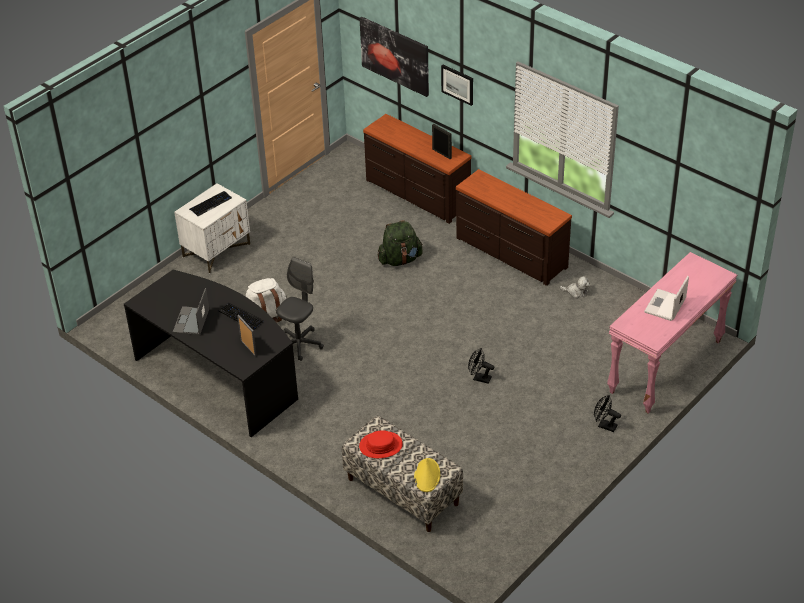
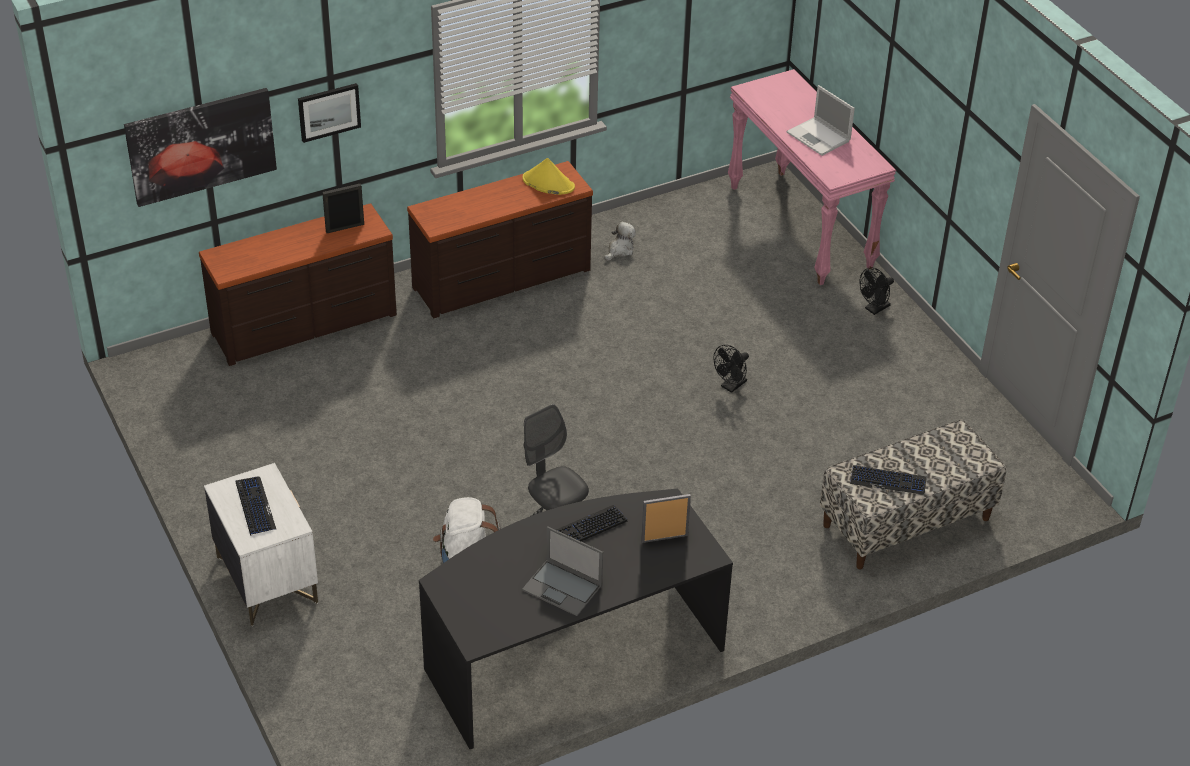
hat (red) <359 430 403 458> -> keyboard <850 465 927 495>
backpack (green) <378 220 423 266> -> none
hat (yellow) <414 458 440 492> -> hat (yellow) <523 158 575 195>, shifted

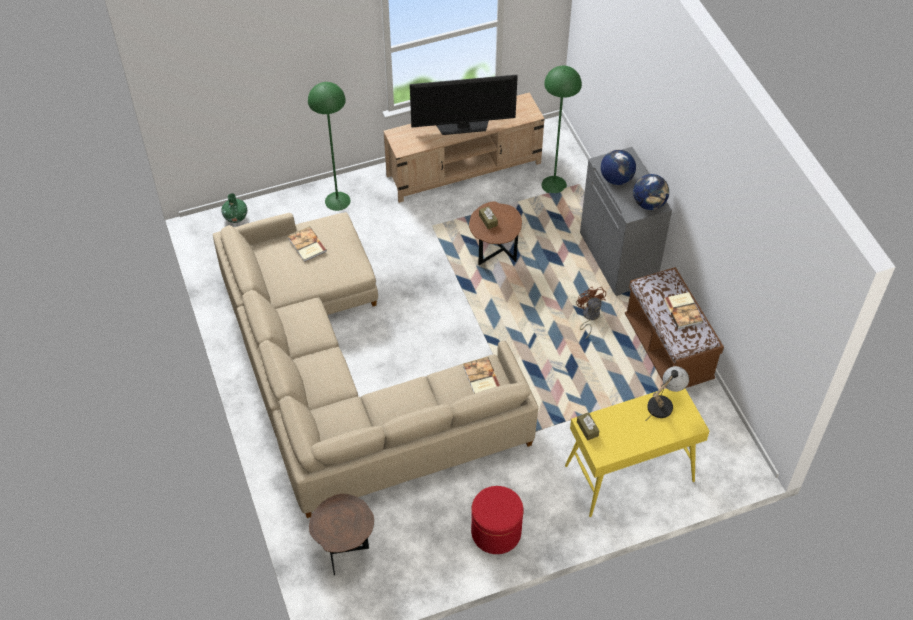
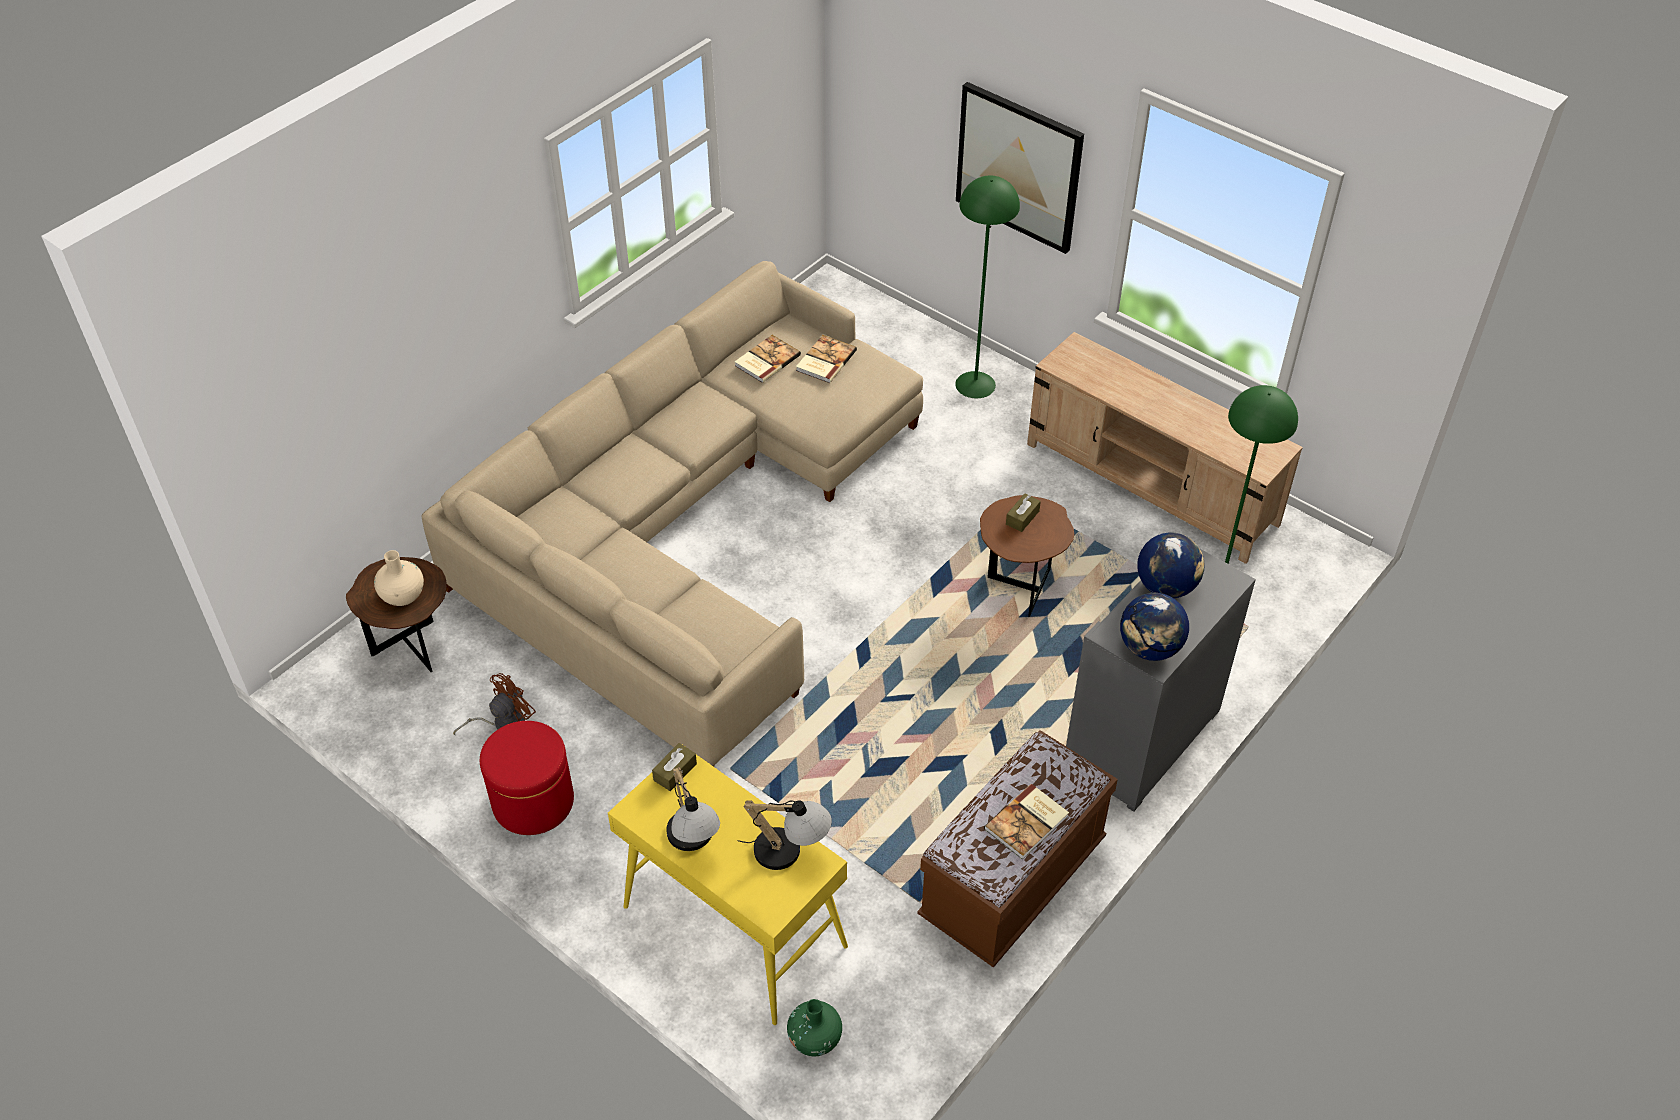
vase (green) <222 193 247 223> -> vase (green) <787 999 842 1056>, shifted
television <410 75 518 135> -> none
book <463 357 500 394> -> book <735 335 801 383>, shifted
fan (brown) <576 286 606 338> -> fan (brown) <453 673 536 735>, shifted
none -> vase (beige) <374 550 424 606>
none -> table lamp <666 767 720 851>
none -> picture <956 82 1084 254>

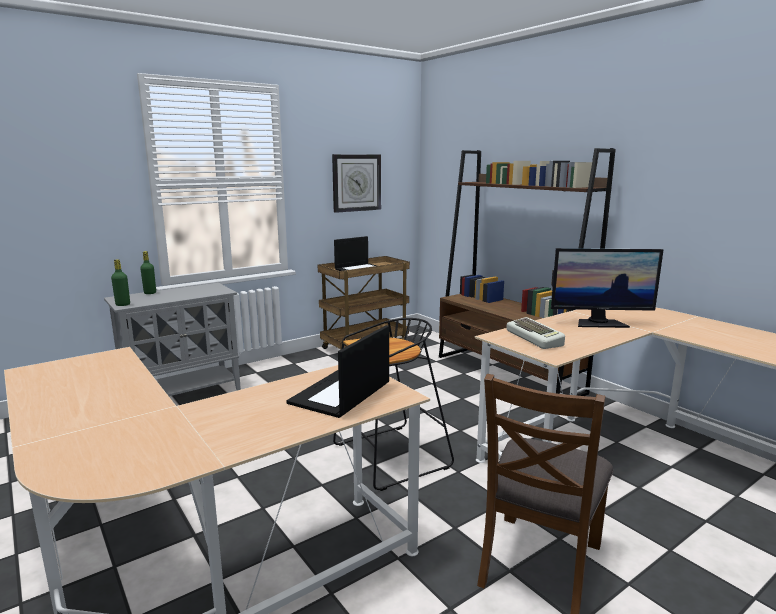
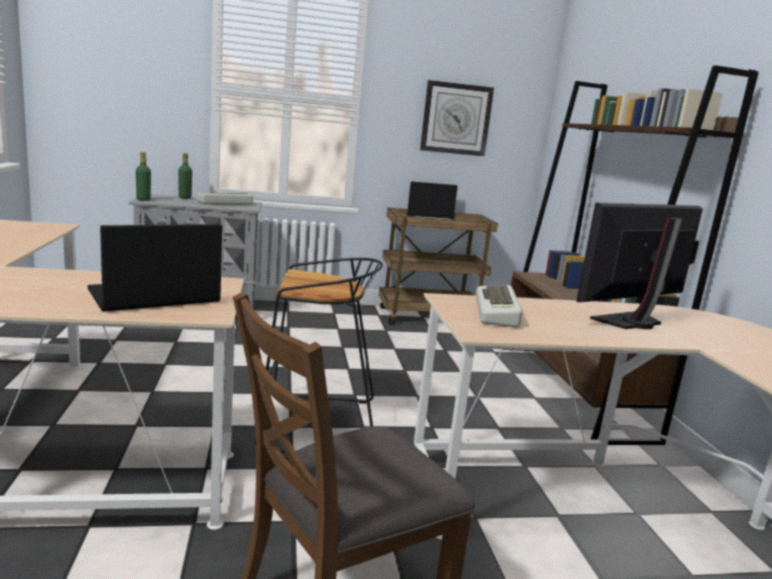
monitor <551 248 664 328> -> monitor <576 203 703 329>, 120 degrees clockwise
none -> keyboard <197 193 253 205>

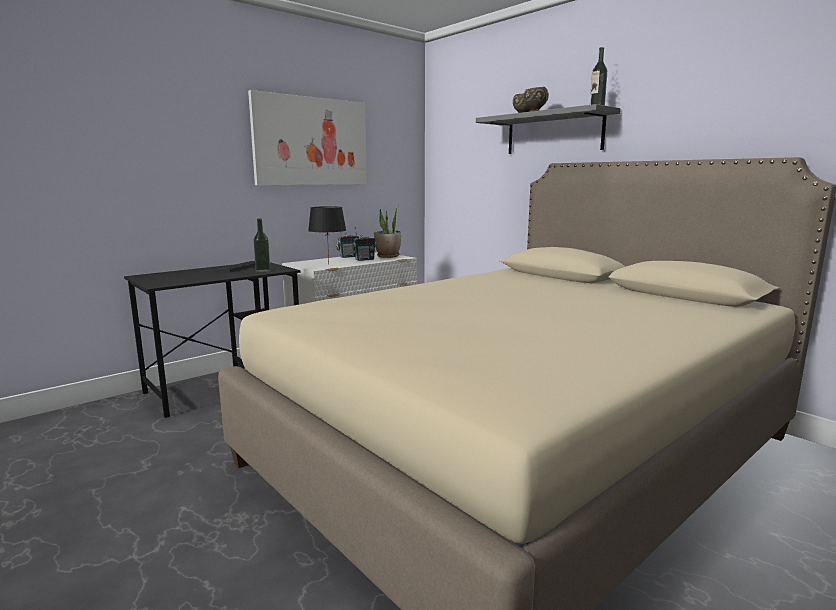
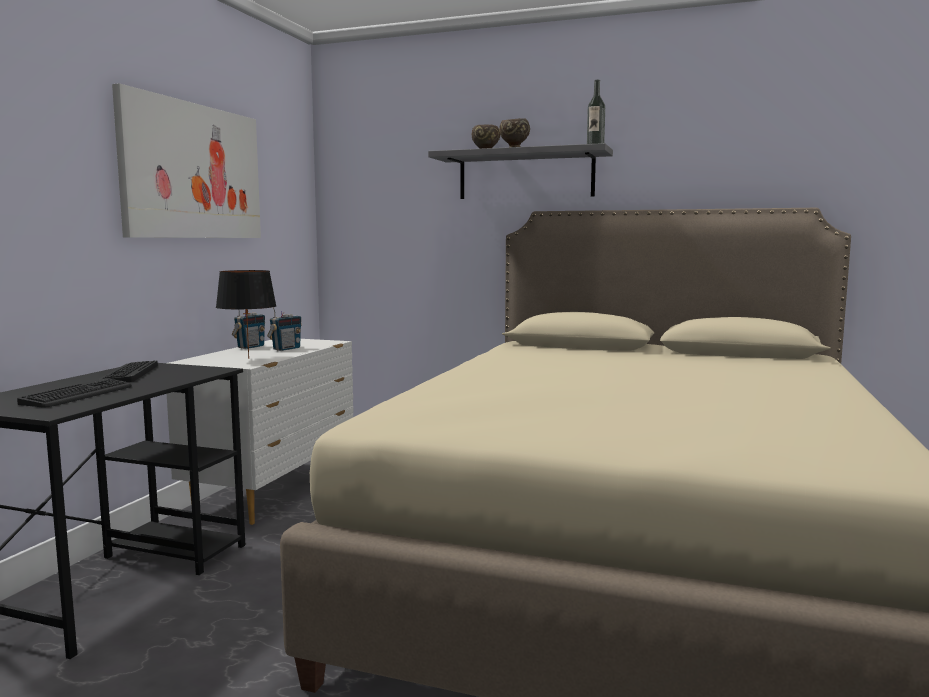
bottle <253 219 270 272> -> none
potted plant <374 207 401 258> -> none
none -> keyboard <17 378 132 407>

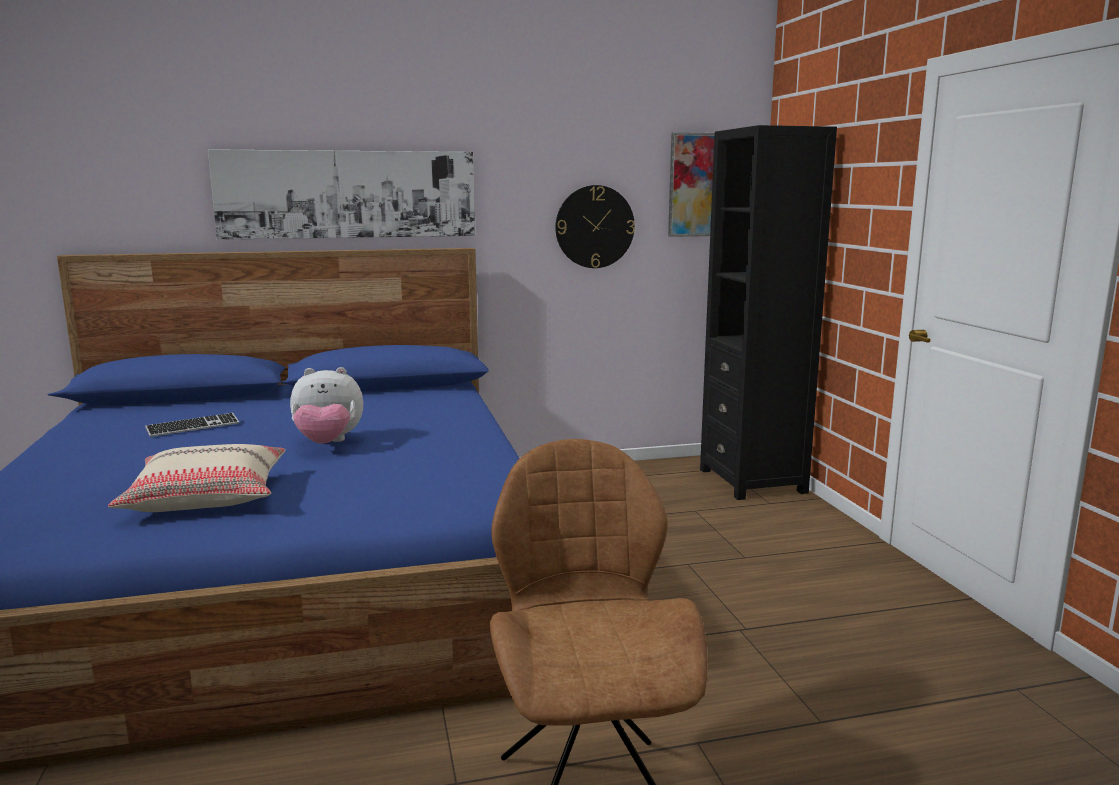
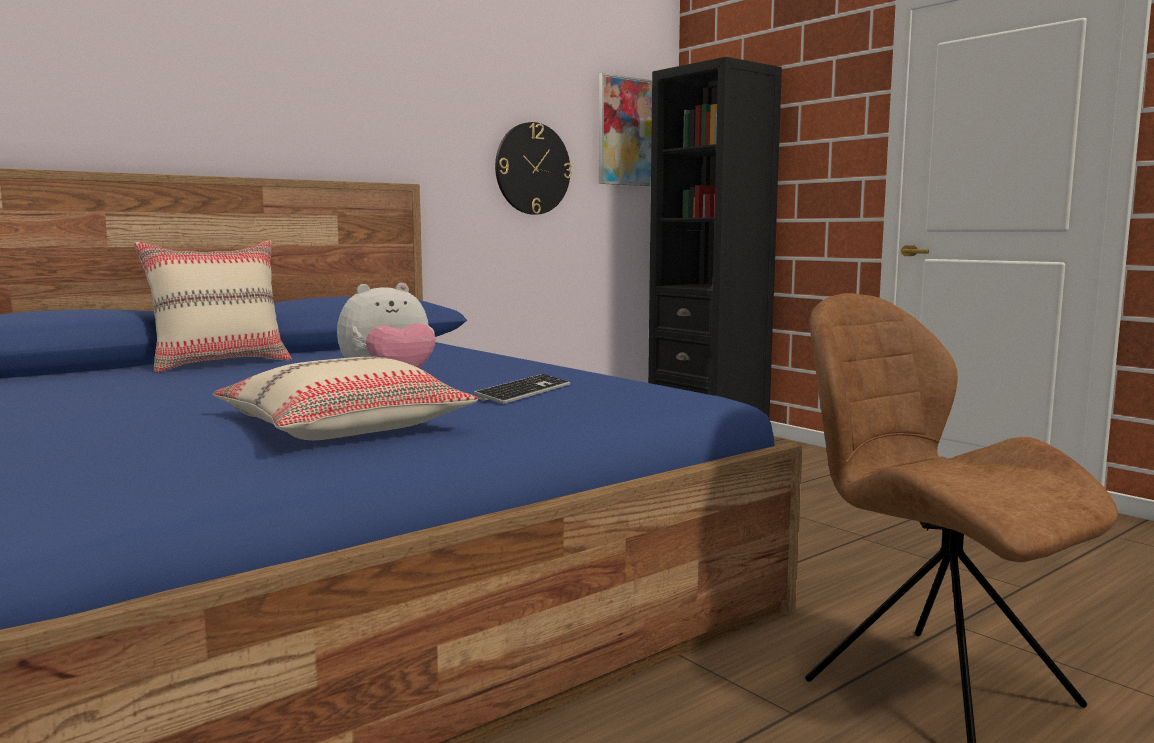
keyboard <145 413 239 437> -> keyboard <474 374 571 404>, shifted
picture <208 149 475 240> -> none
none -> pillow (beige) <134 241 292 373>

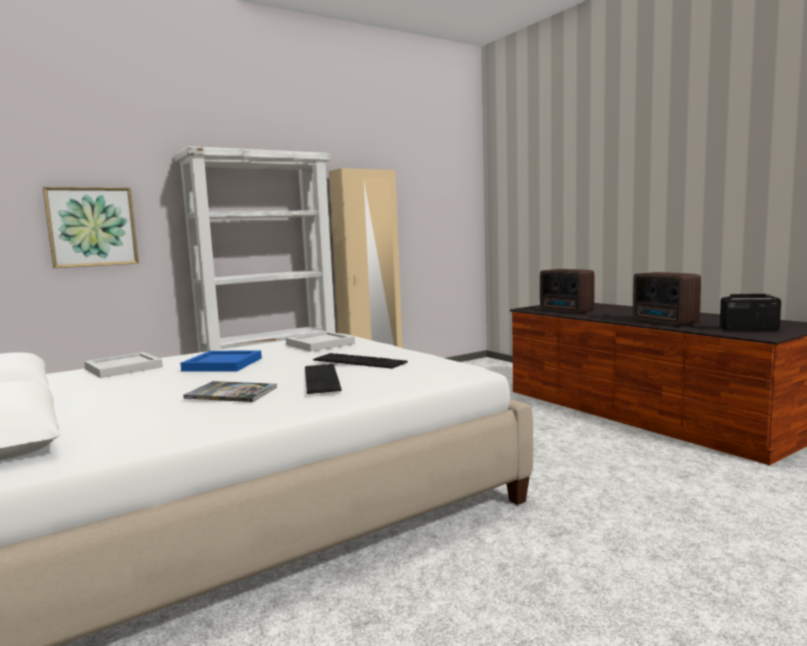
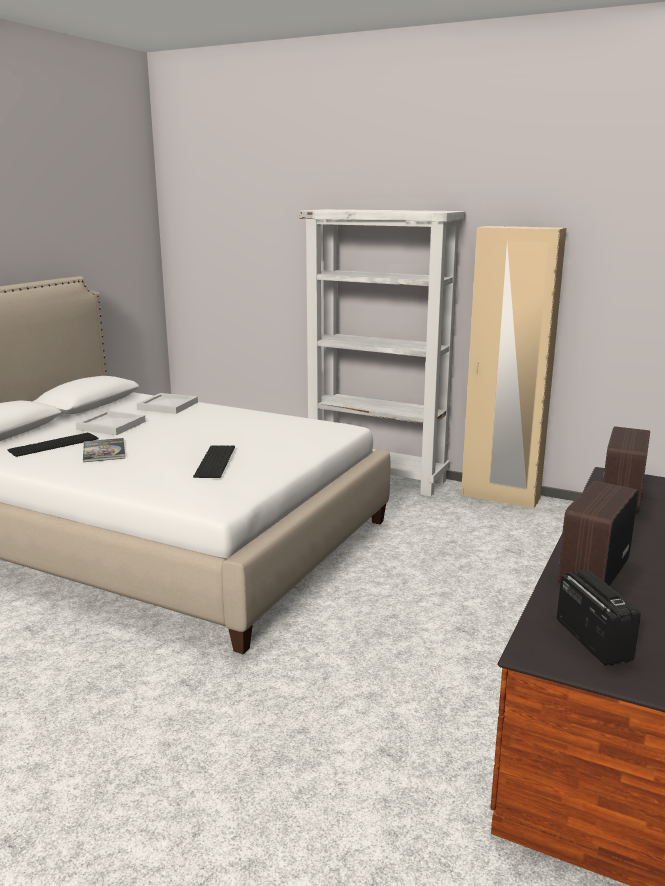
picture <43 187 139 268> -> none
tray (blue) <180 350 262 371> -> none
tray (white) <286 331 355 351> -> tray (white) <76 411 146 435>, shifted
keyboard <305 364 342 394> -> keyboard <7 432 99 457>, shifted

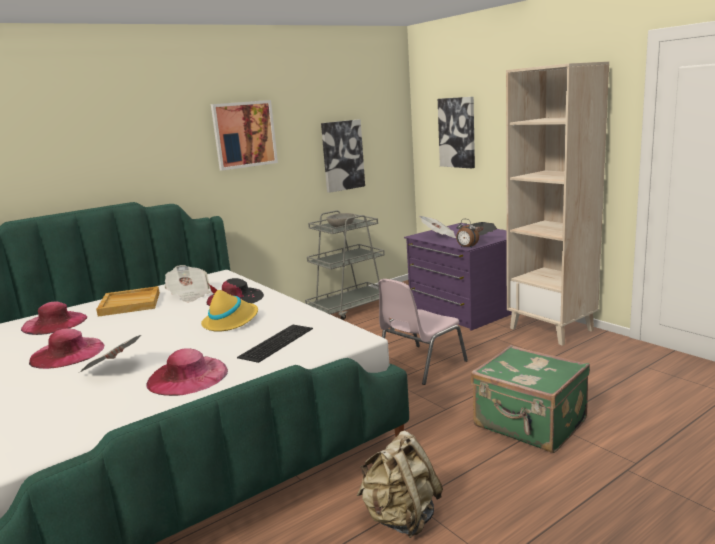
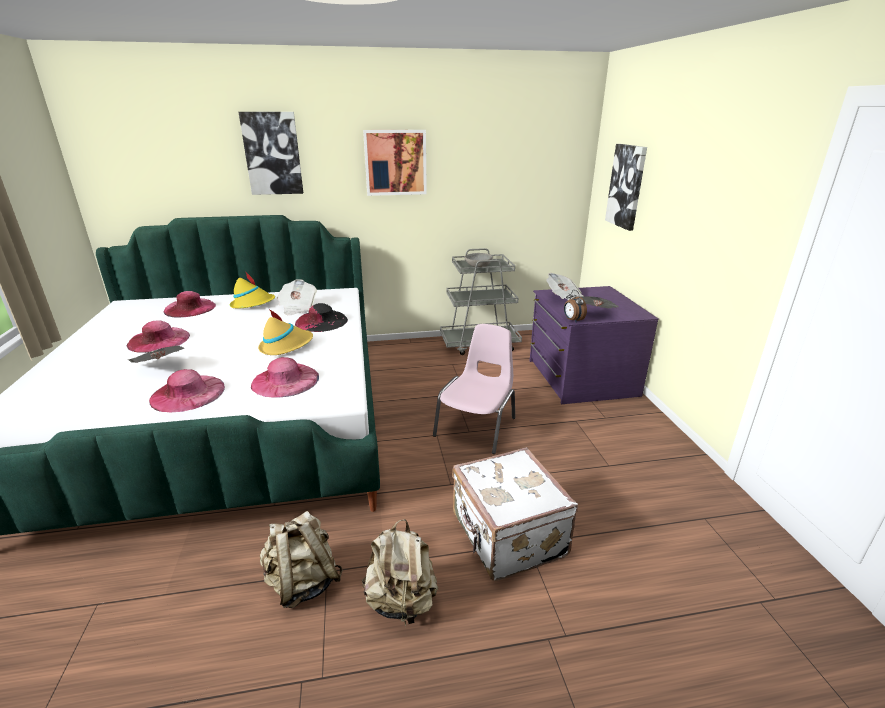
tray (beige) <96 286 160 317> -> hat (yellow) <230 271 275 309>
keyboard <237 325 313 363> -> hat (pink) <251 357 319 398>
picture <321 119 365 193> -> picture <239 112 303 195>, shifted
chair (pink) <378 279 468 385> -> chair (pink) <433 324 515 454>, 135 degrees clockwise
suitcase (green) <471 345 590 453> -> suitcase (white) <452 447 578 581>
bookcase (beige) <506 62 609 346> -> none
none -> backpack (beige) <362 519 438 626>

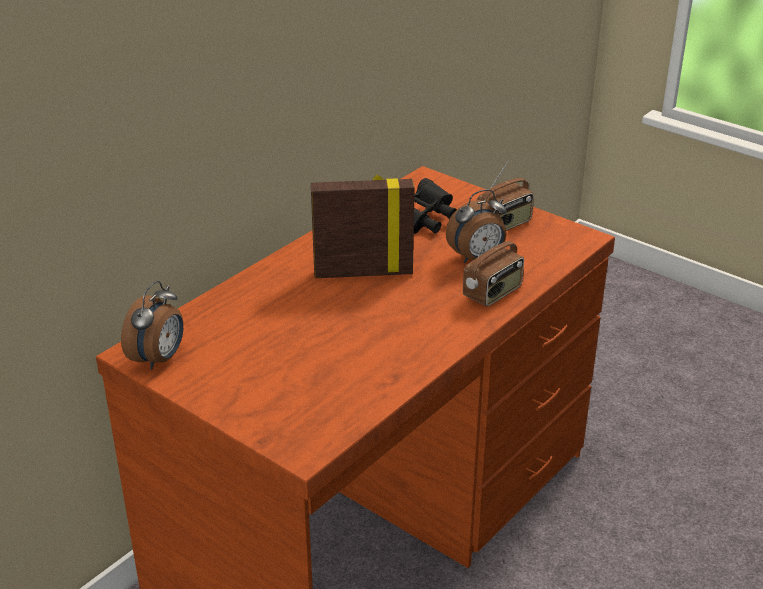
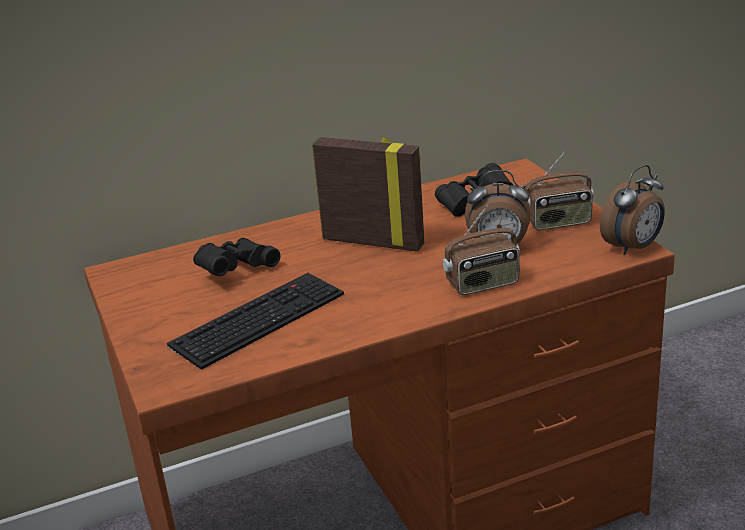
alarm clock <121 281 183 370> -> alarm clock <600 165 665 255>, shifted
none -> keyboard <167 273 344 370>
none -> binoculars (black) <193 238 281 276>

